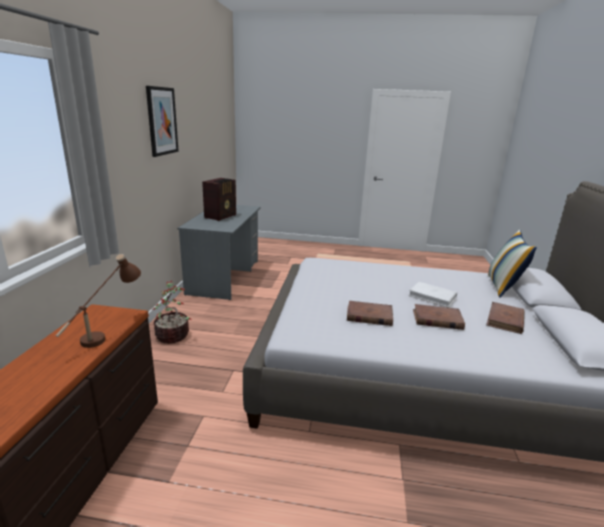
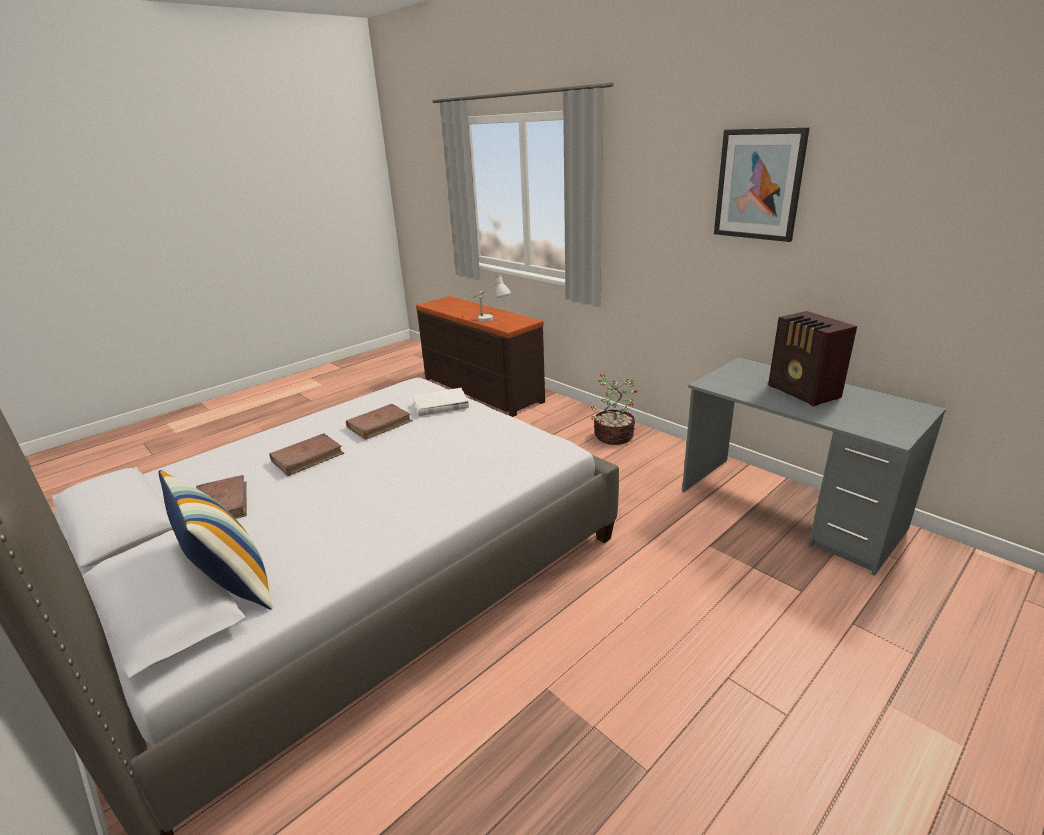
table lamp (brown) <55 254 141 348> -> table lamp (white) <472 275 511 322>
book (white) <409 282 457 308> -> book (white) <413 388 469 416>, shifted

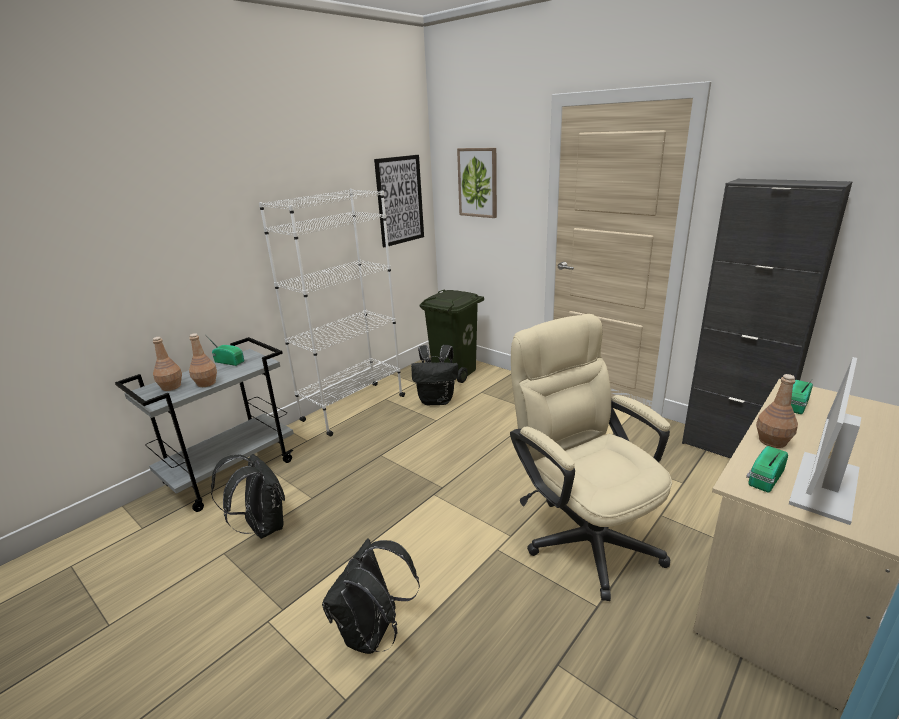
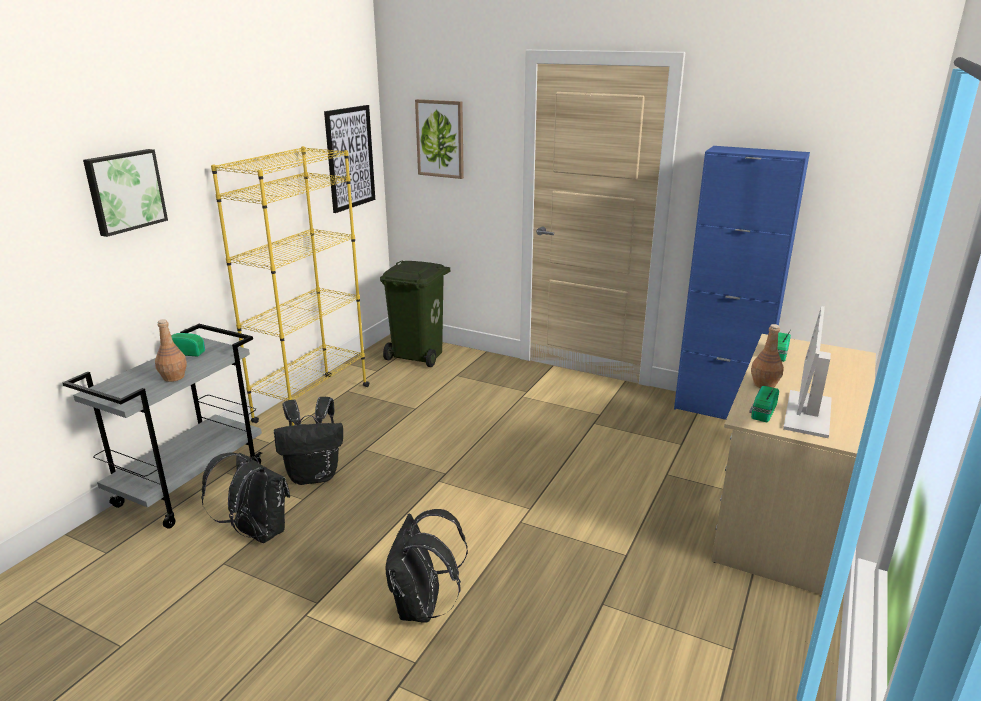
bottle (brown) <153 337 182 391> -> none
bookcase (white) <259 189 405 436> -> bookcase (yellow) <211 146 369 426>
backpack (black) <411 345 458 405> -> backpack (black) <274 397 343 485>, shifted
office chair (beige) <510 314 672 601> -> none
cabinet (black) <682 179 853 459> -> cabinet (blue) <674 146 810 420>
none -> picture <83 149 168 237>

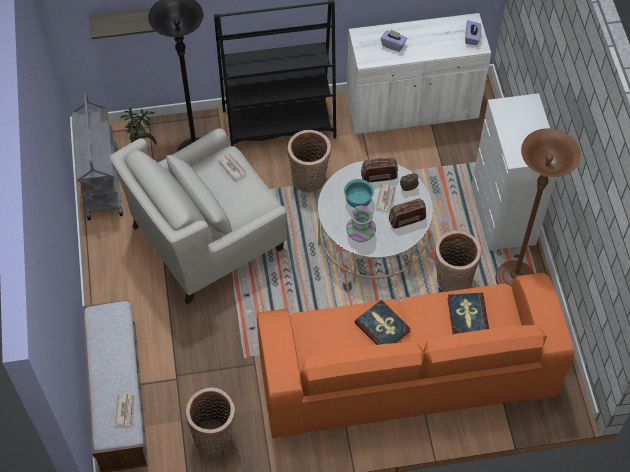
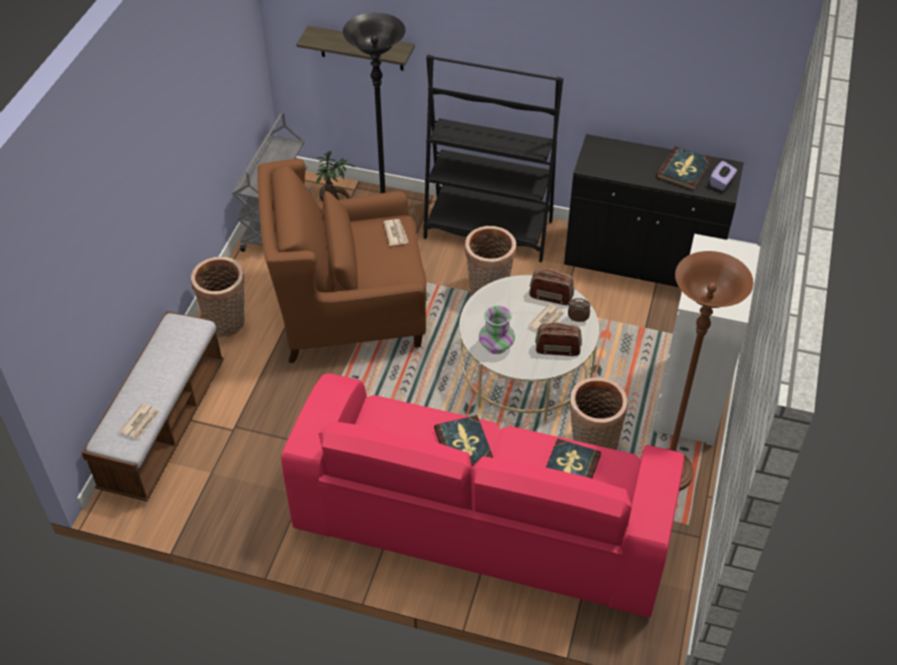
armchair (white) <110 128 287 304> -> armchair (brown) <258 159 427 363>
basket <186 387 236 454> -> basket <191 257 245 338>, shifted
sofa (orange) <257 272 574 438> -> sofa (pink) <281 373 684 618>
bowl (turquoise) <344 179 374 208> -> none
cabinet (white) <346 13 491 134> -> cabinet (black) <564 134 744 287>
tissue box (purple) <381 30 407 52> -> none
none -> book <656 146 712 191>

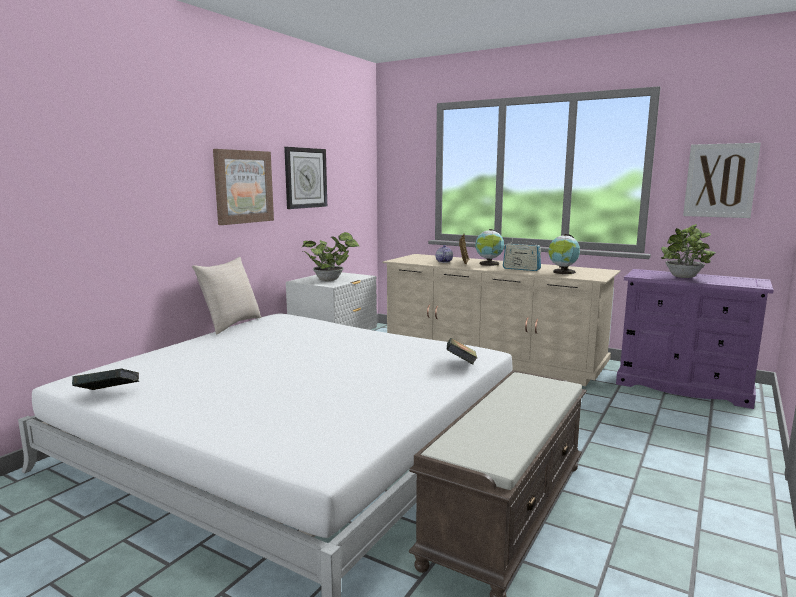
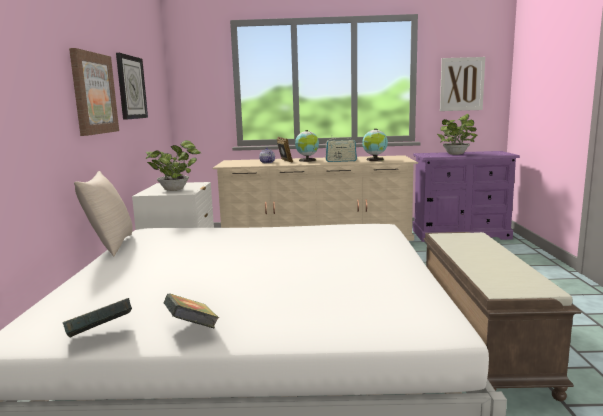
book <446 338 477 364> -> book <164 293 219 329>, shifted

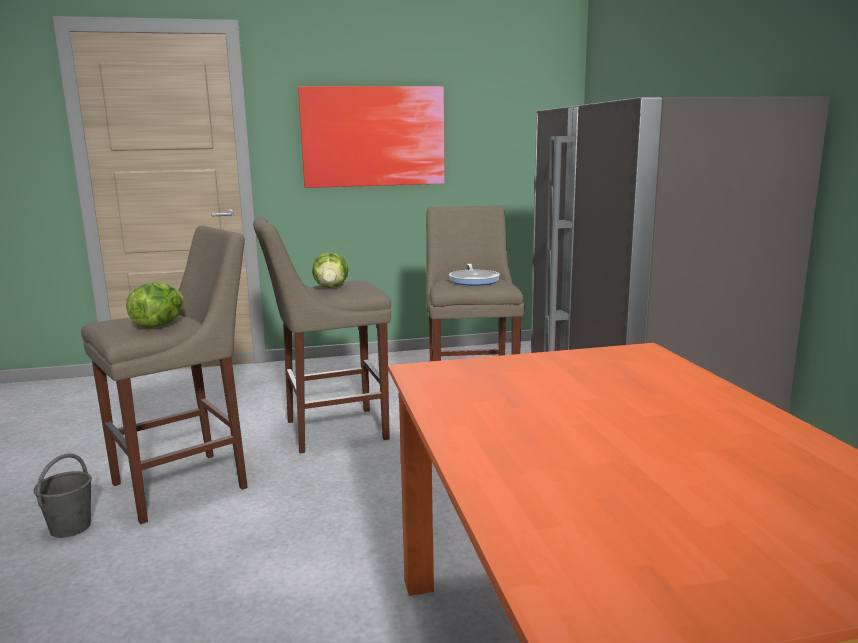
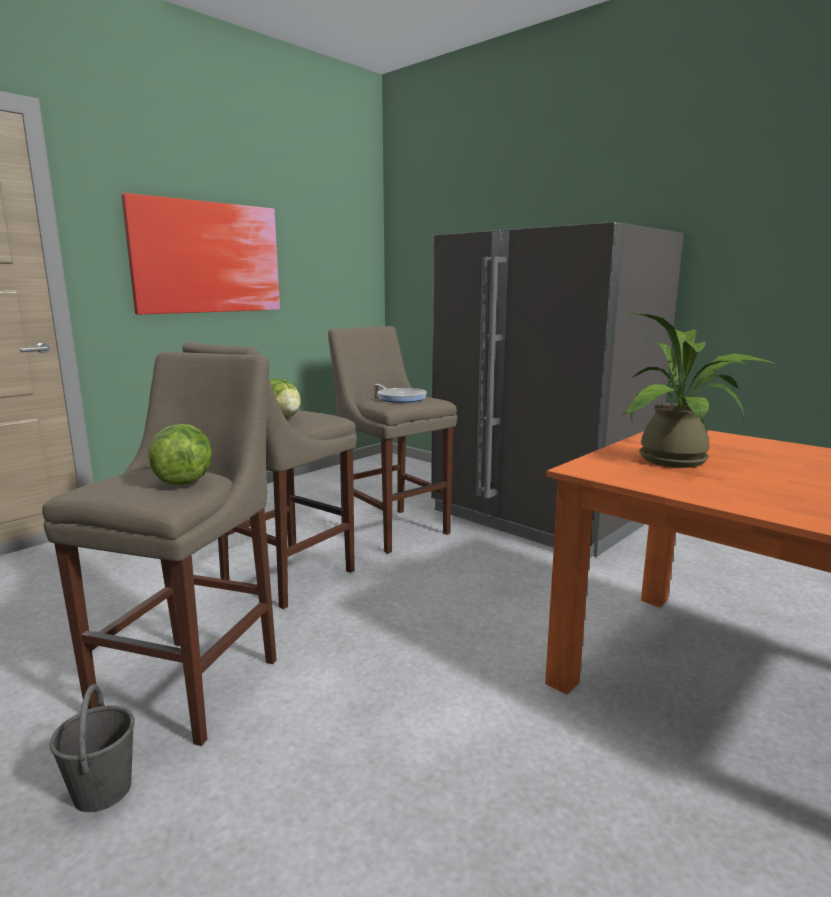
none -> potted plant <621 313 776 468>

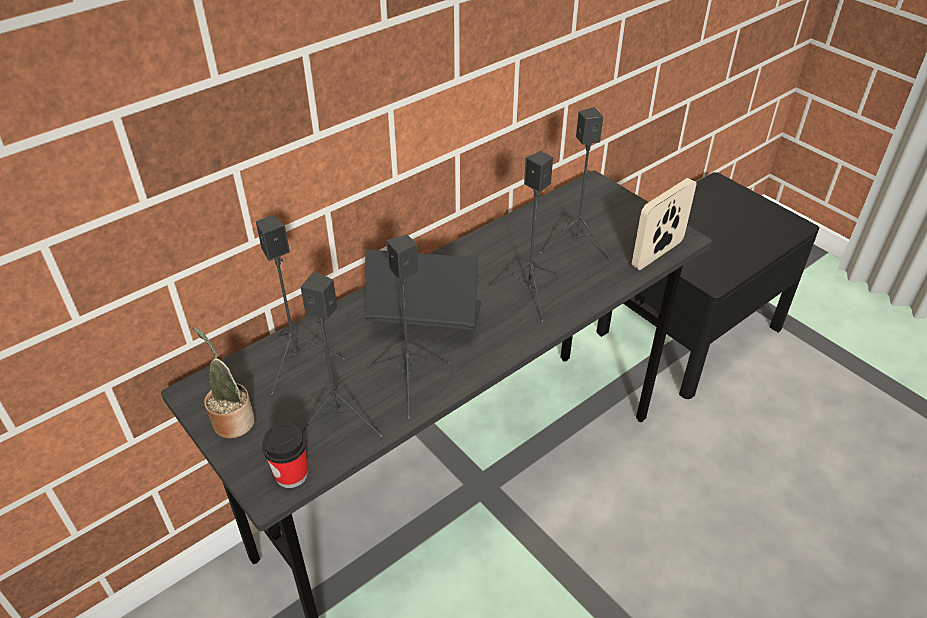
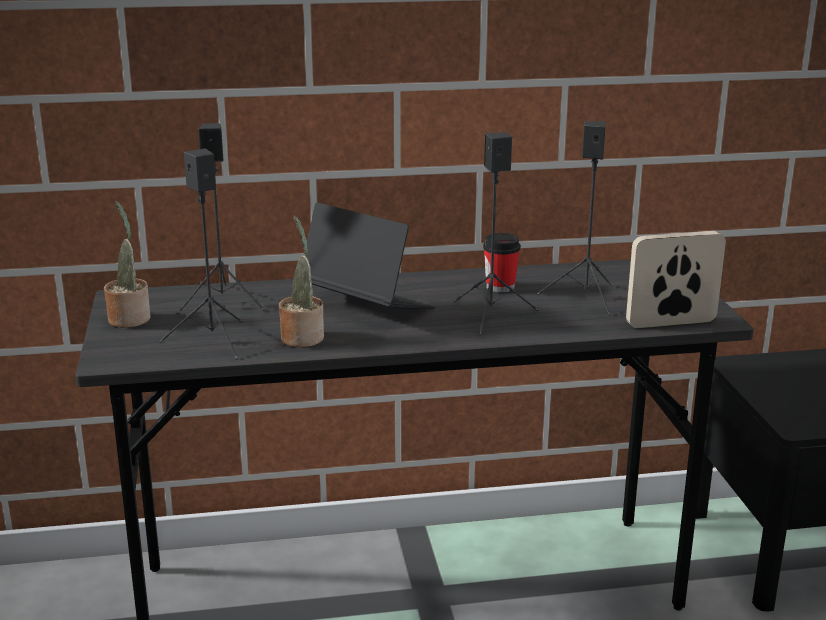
cup <262 423 308 488> -> cup <483 233 521 293>, shifted
speaker (black) <368 234 451 420> -> potted plant <279 216 324 347>

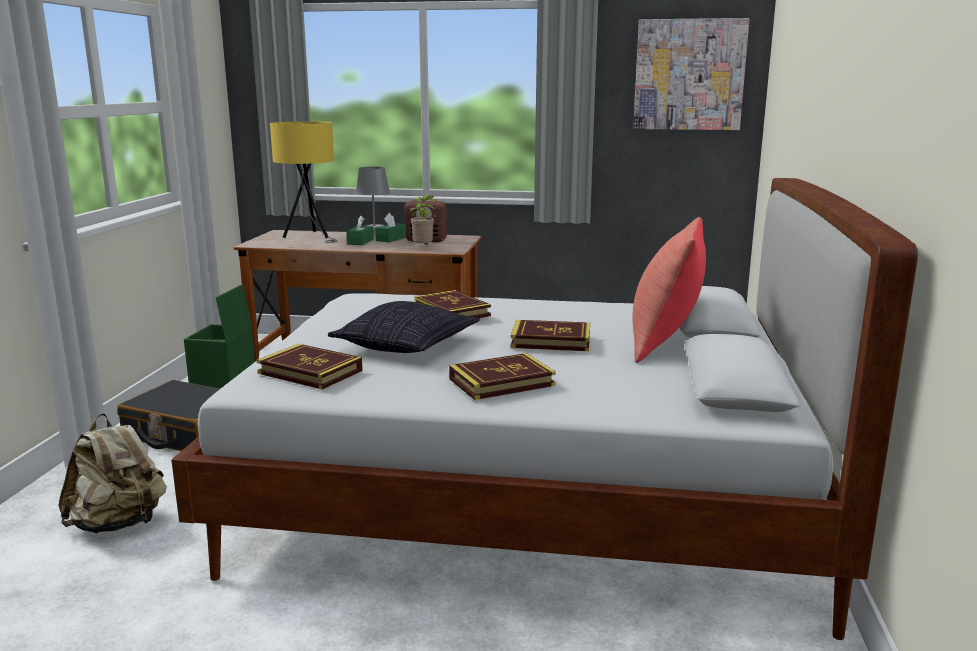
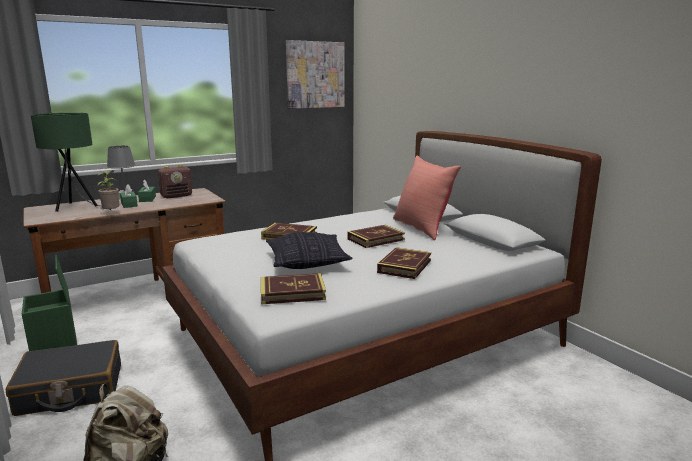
table lamp (yellow) <270 121 337 243> -> table lamp (green) <31 113 104 212>
potted plant <410 195 434 245> -> potted plant <97 170 120 210>, shifted

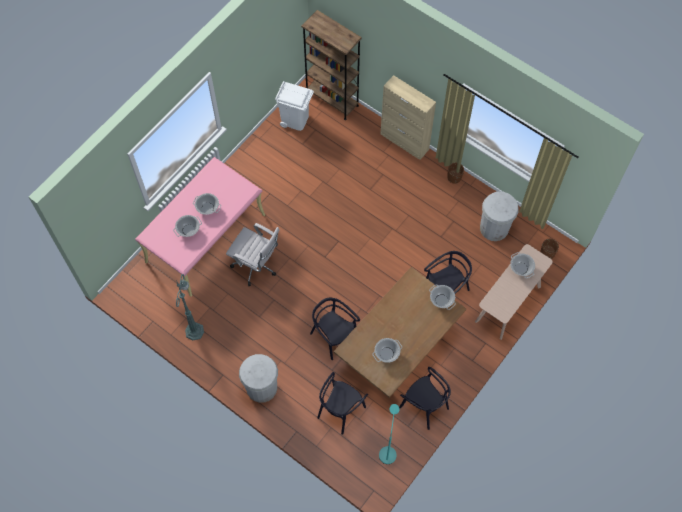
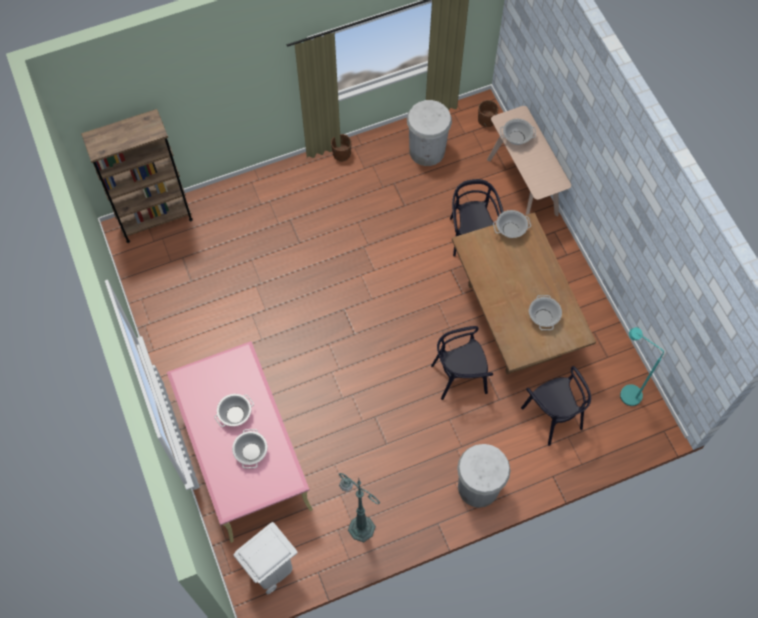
office chair (white) <226 223 280 286> -> none
trash can (white) <275 81 314 131> -> trash can (white) <233 522 298 595>, shifted
cabinet (beige) <380 75 436 160> -> none
chair (black) <399 367 451 430> -> none

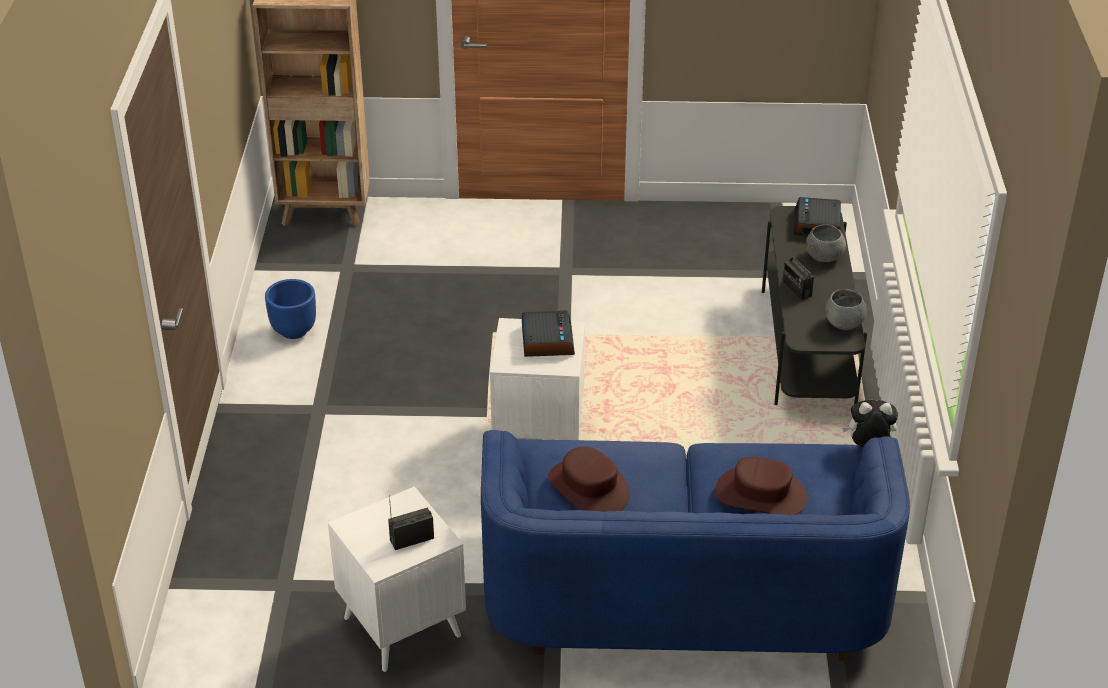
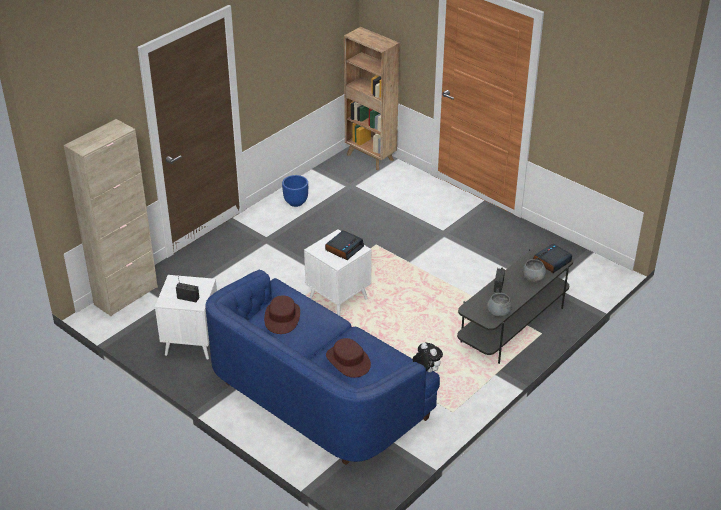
none -> cabinet (beige) <64 119 158 316>

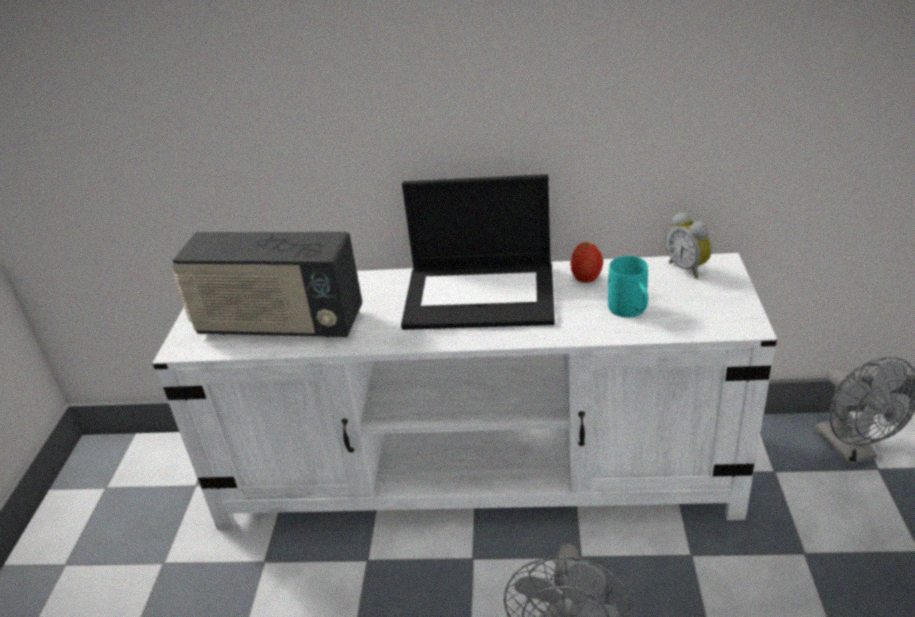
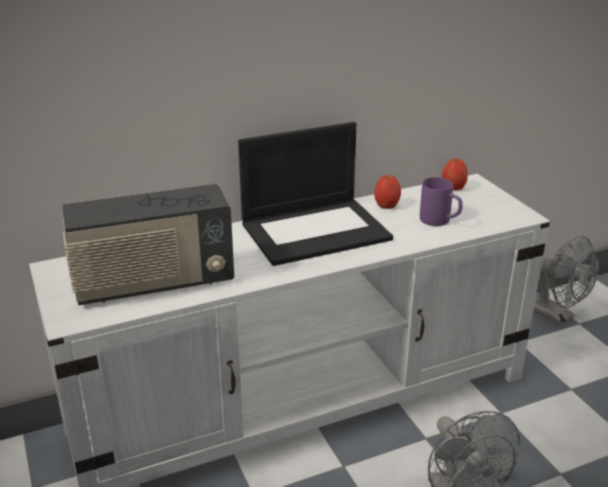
mug (turquoise) <608 256 648 318> -> mug (purple) <420 177 463 226>
alarm clock <665 212 712 279> -> apple <442 158 468 190>

